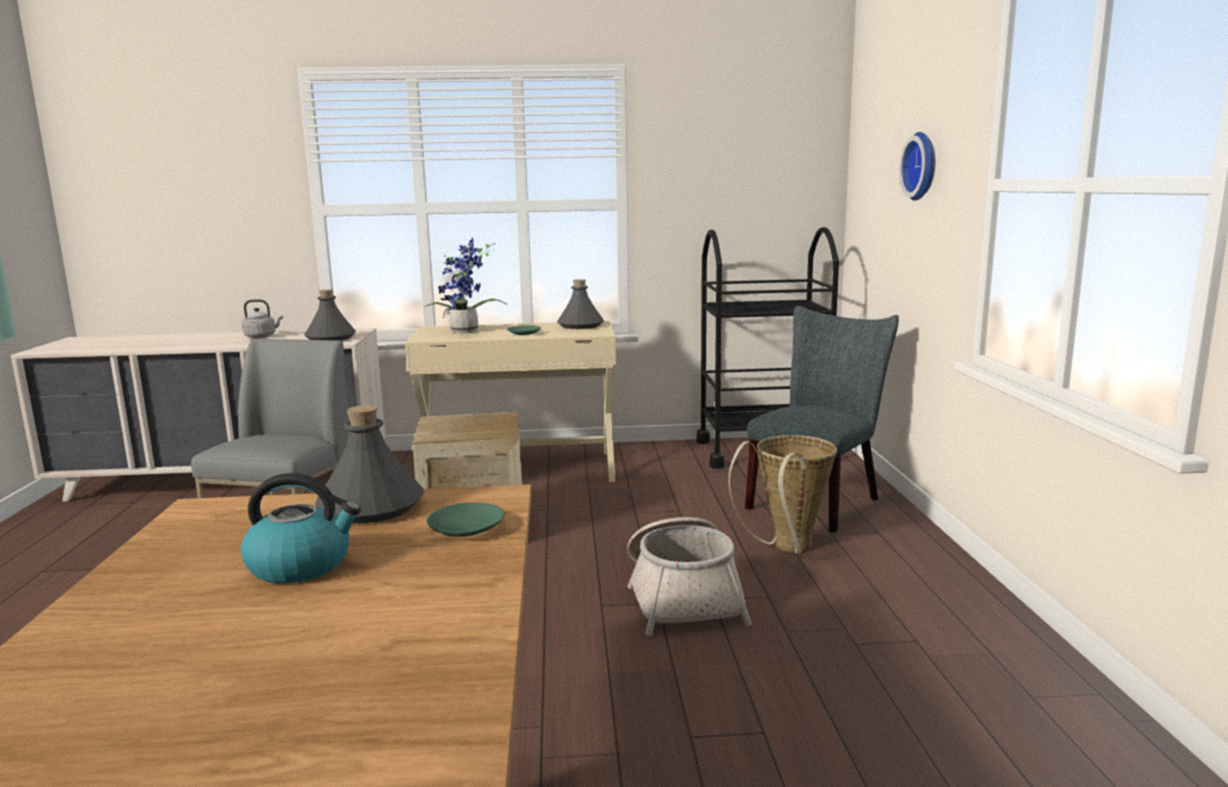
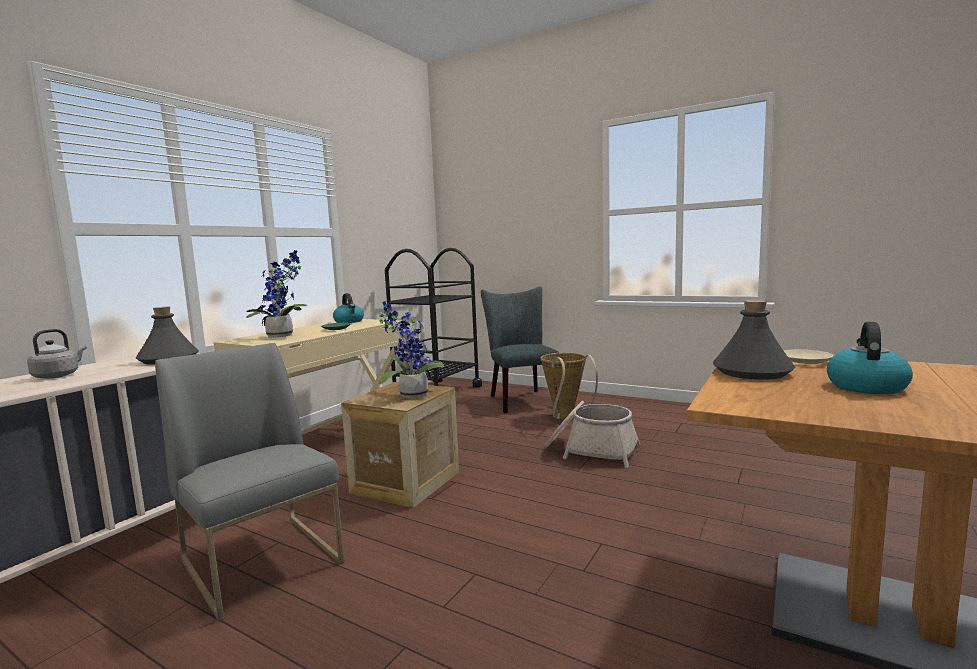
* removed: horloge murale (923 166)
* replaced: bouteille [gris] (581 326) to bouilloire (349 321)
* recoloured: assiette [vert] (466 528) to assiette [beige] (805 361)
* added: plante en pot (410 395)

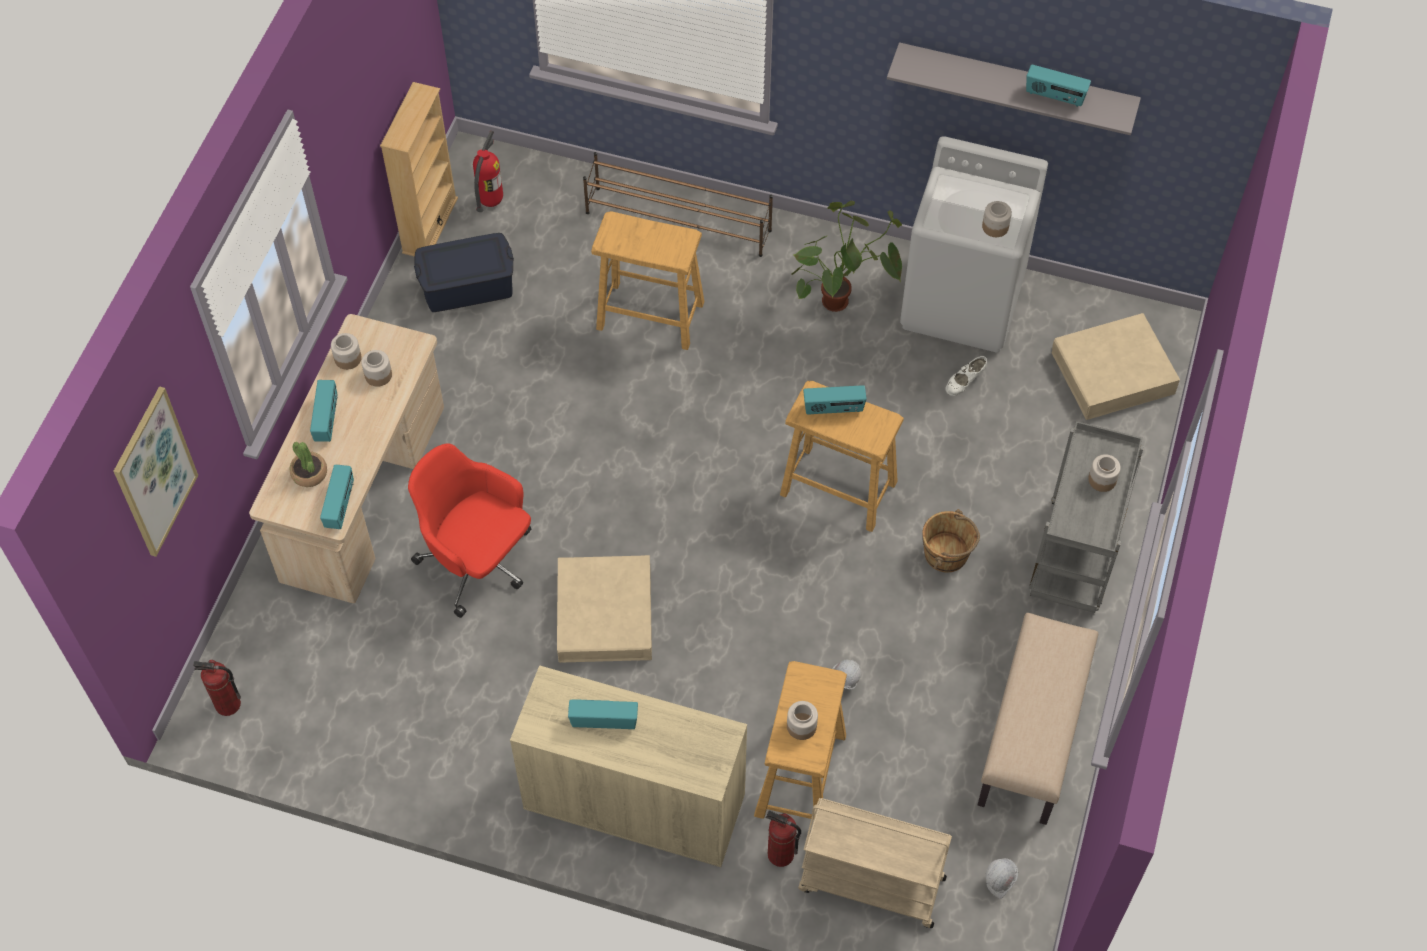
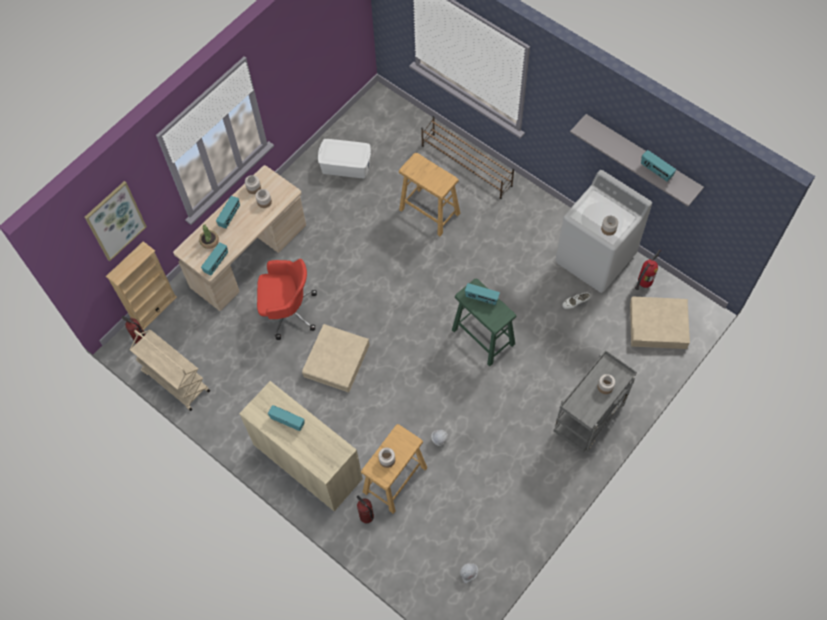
* moved: bibliothèque [beige] (430 225) to (154 309)
* moved: extincteur (490 201) to (644 283)
* removed: plante en pot (841 292)
* recoloured: boîte de rangement [bleu] (467 286) to boîte de rangement [blanc] (345 165)
* recoloured: tabouret [beige] (839 488) to tabouret [vert] (483 337)
* turned: chaise de bureau [rouge] (478 562) = (287 311) 120 degrees clockwise
* removed: seau [marron] (947 554)
* removed: banc [beige] (1033 735)
* moved: chariot [beige] (870 884) to (175 381)

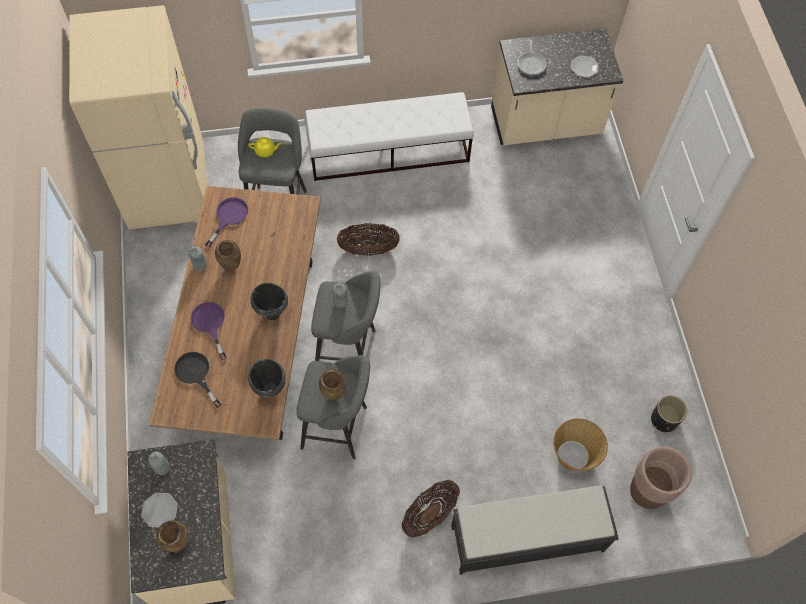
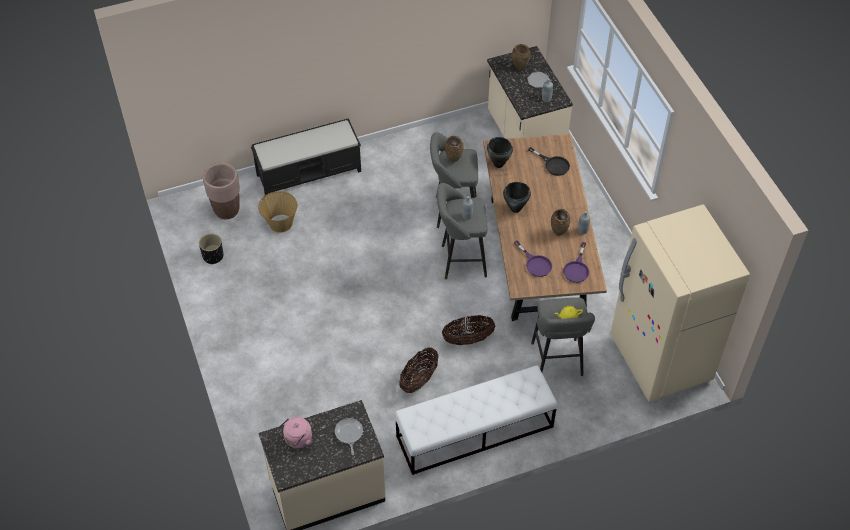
* replaced: assiette (584 67) to bouilloire [rose] (297 440)
* moved: poêle [violet] (210 324) to (535 263)
* moved: panier (429 514) to (419 379)

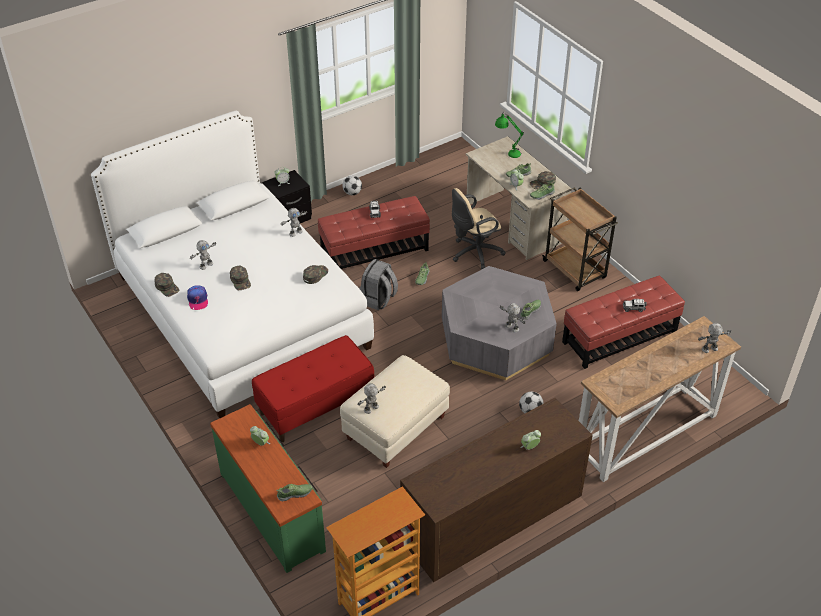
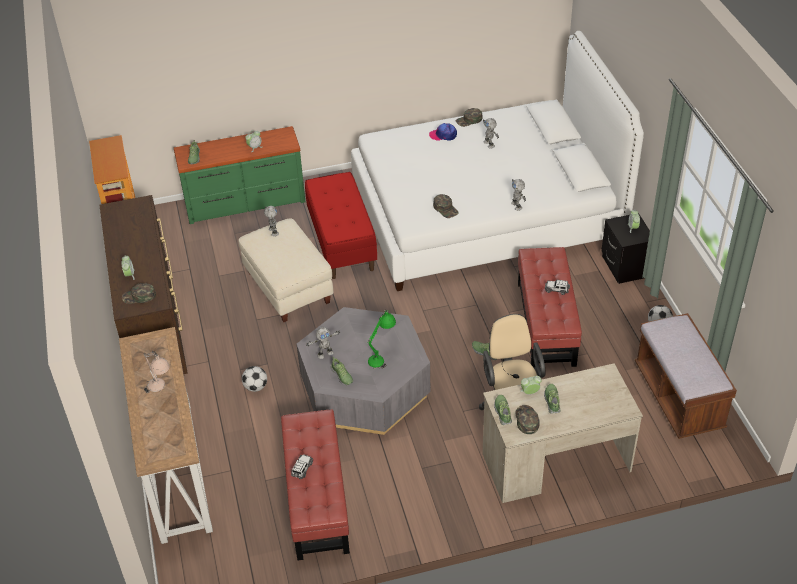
* moved: lampe de table [vert] (507 152) to (382 356)
* removed: chariot [marron] (575 270)
* removed: sac à dos [gris] (378 299)
* moved: casquette [vert] (240 280) to (139 297)
* removed: robot jouet (710 350)
* added: banc [marron] (678 397)
* added: lampe de table [beige] (160 391)

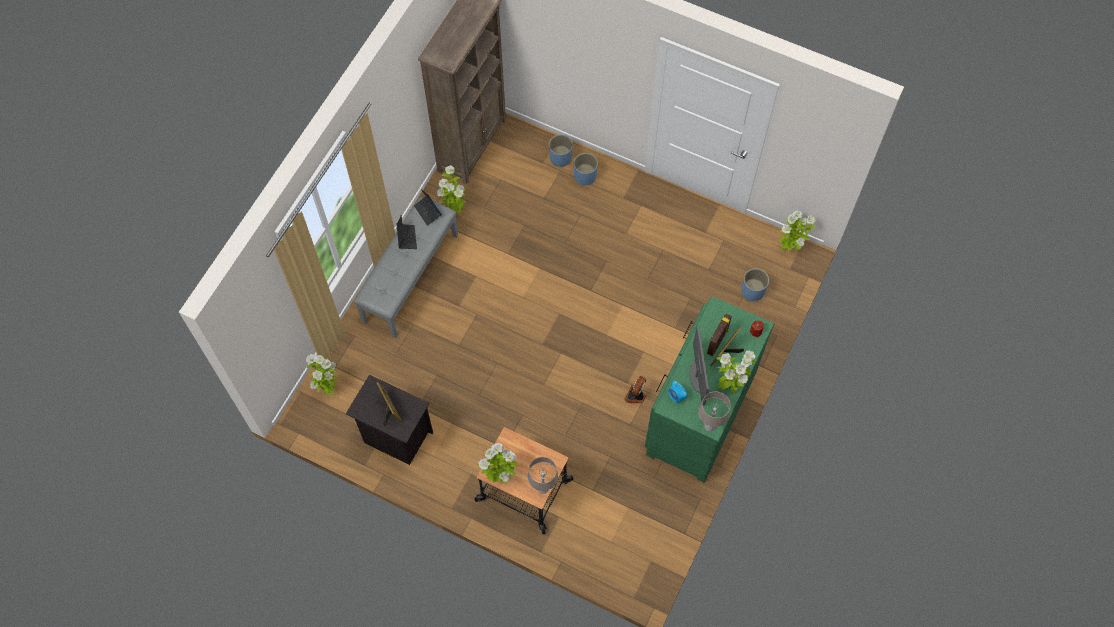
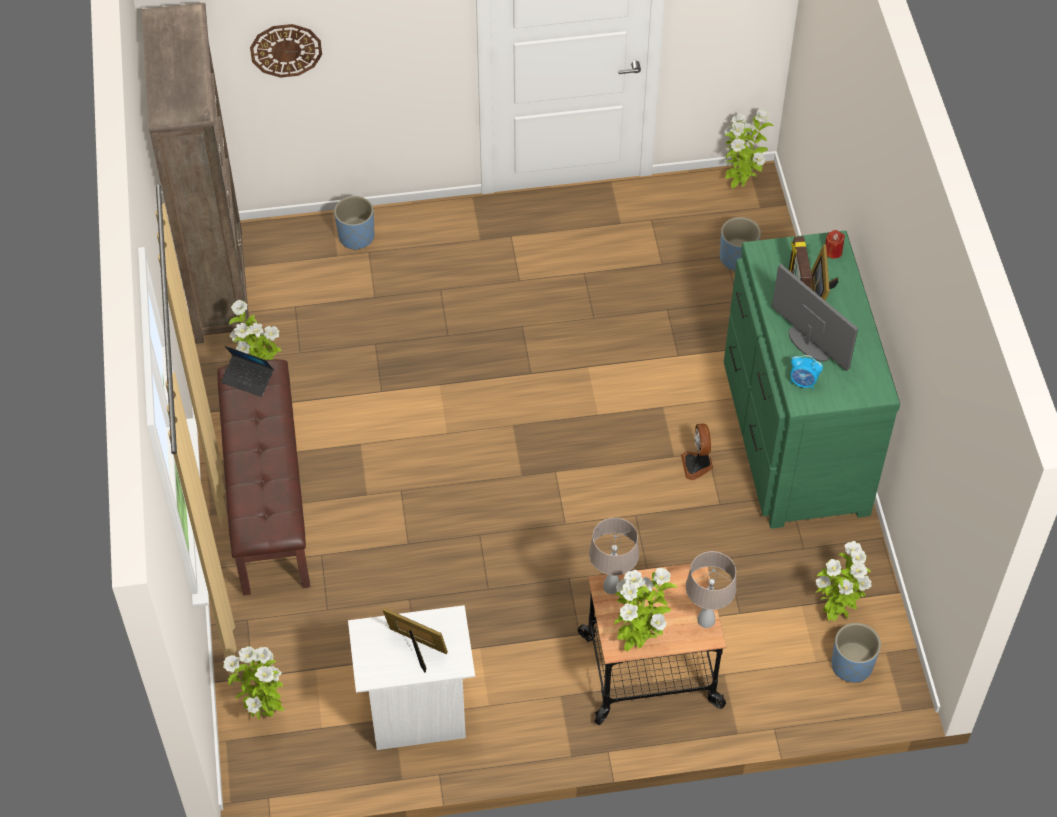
* moved: cache-pot [bleu] (585 176) to (851 665)
* recoloured: banc [gris] (410 277) to banc [marron] (267 498)
* removed: ordinateur portable (406 238)
* moved: plante en pot (730 386) to (835 612)
* recoloured: table de chevet [noir] (396 437) to table de chevet [blanc] (416 714)
* moved: lampe de table [beige] (709 426) to (612 587)
* added: horloge murale (286 49)

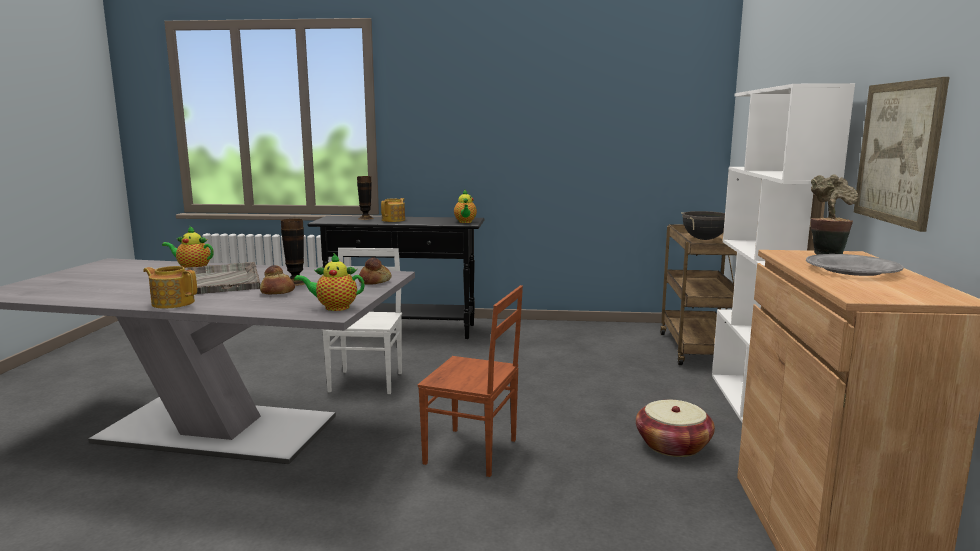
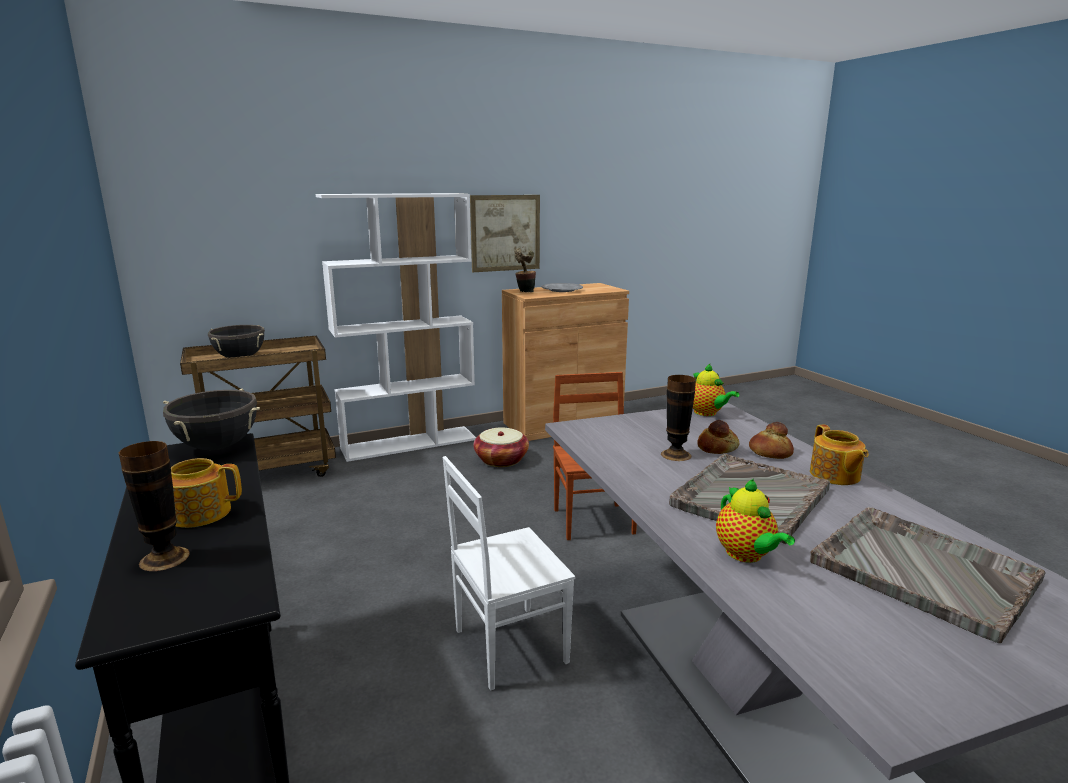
* replaced: théière (465 222) to marmite [noir] (217 447)
* moved: pain (375 281) to (769 453)
* added: plateau [gris] (920 570)

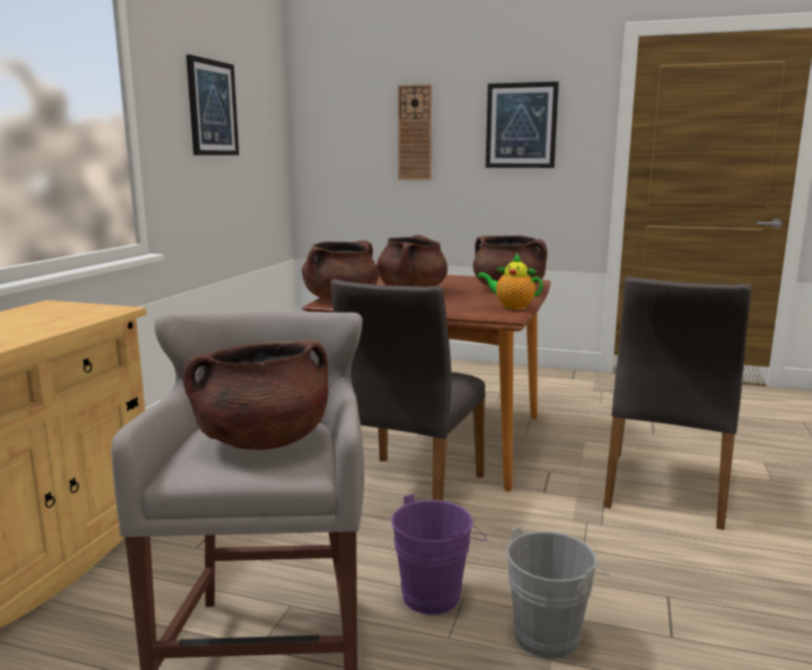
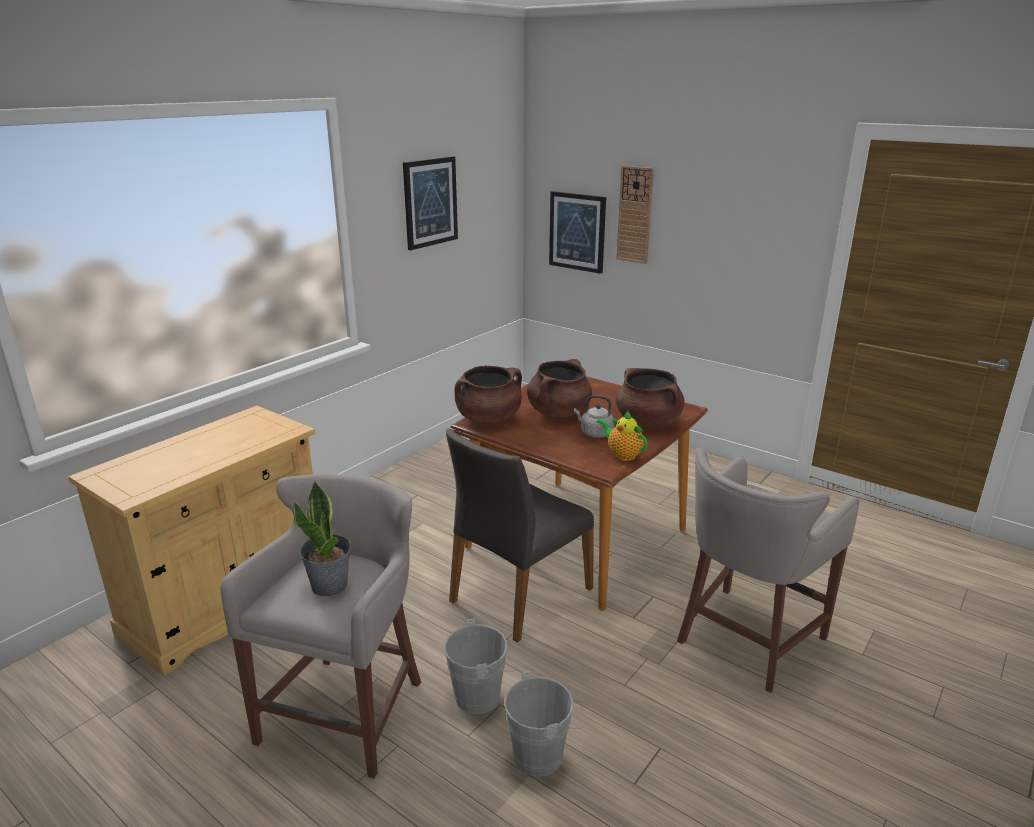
* moved: tableau (521 125) to (577 231)
* replaced: chaise [gris] (666 489) to tabouret [gris] (746 640)
* replaced: marmite [marron] (263 441) to plante en pot (330 585)
* recoloured: seau [violet] (437 594) to seau [gris] (482 696)
* added: bouilloire [gris] (594 433)

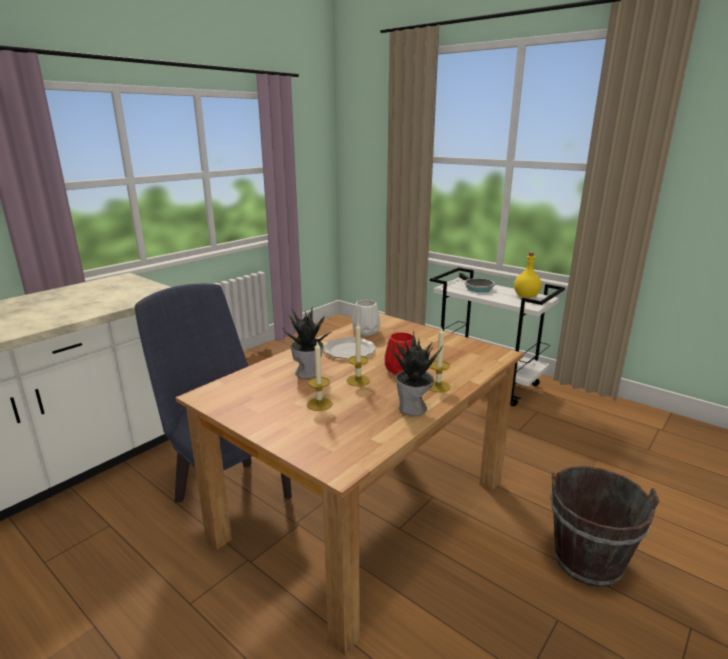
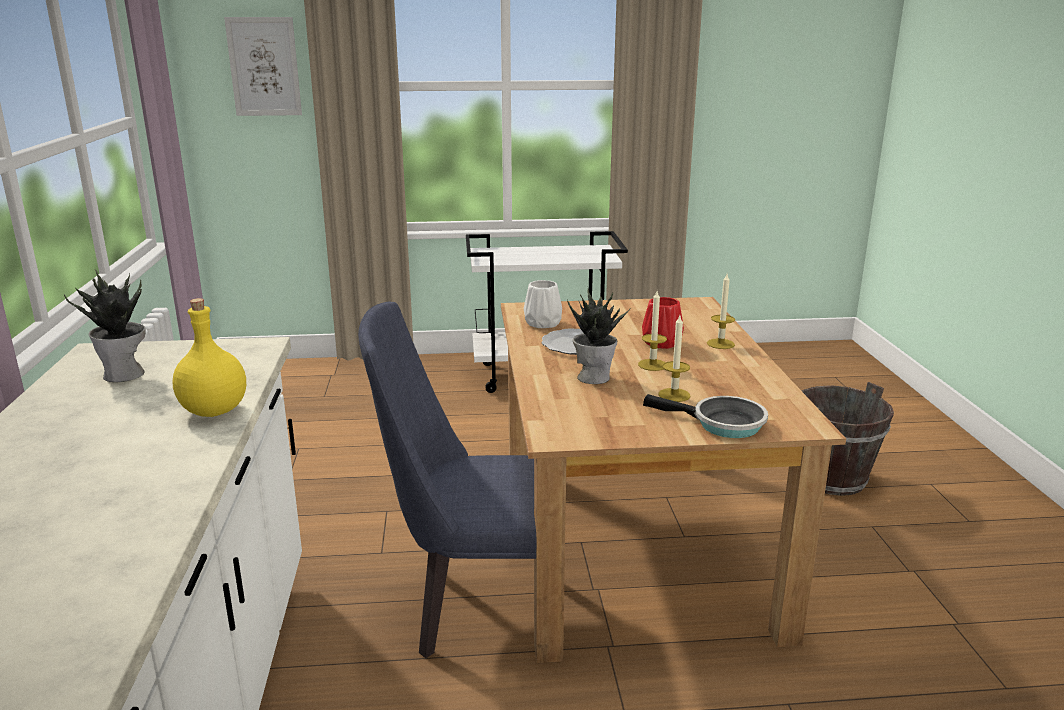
* moved: bouteille [jaune] (525 296) to (213 411)
* moved: poêle (477 287) to (722 424)
* moved: plante en pot (413 408) to (126 374)
* added: tableau (264 67)

